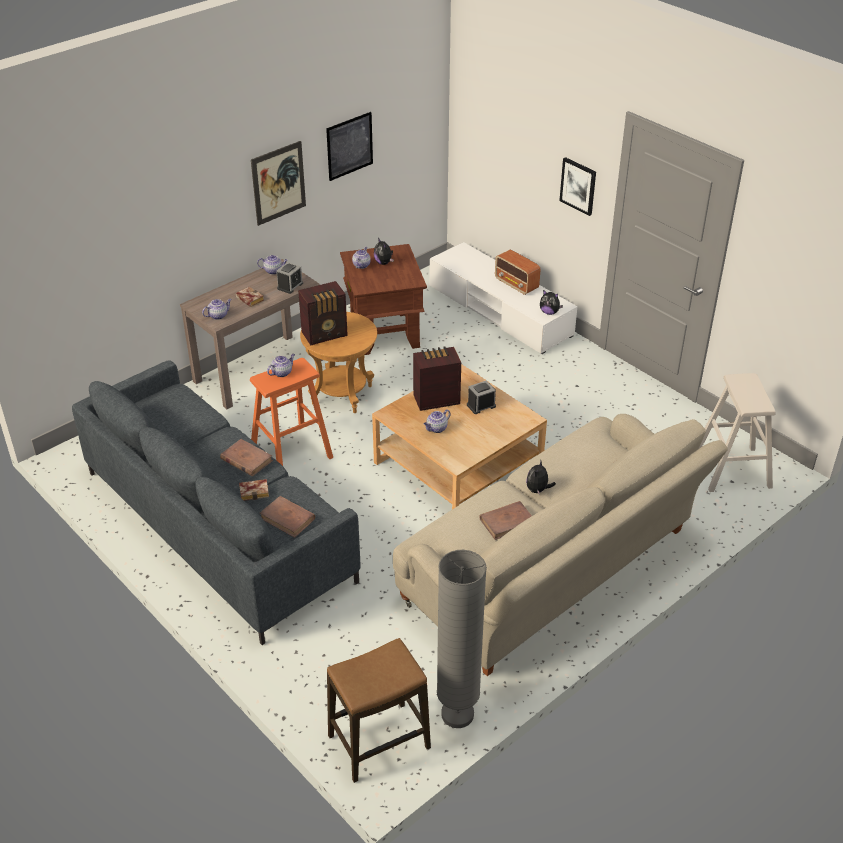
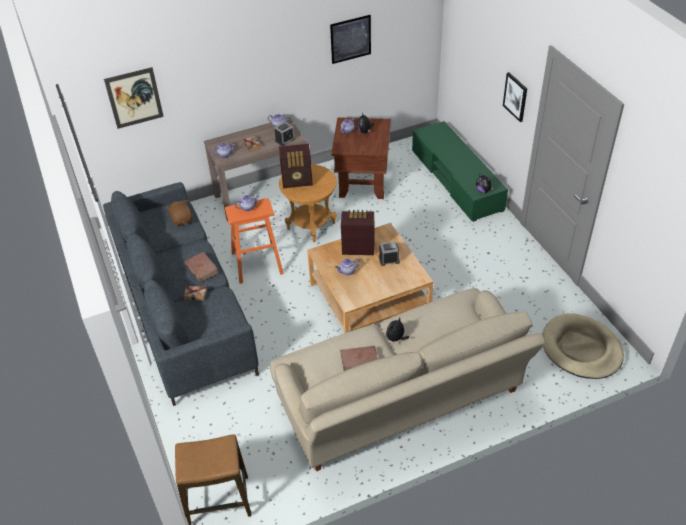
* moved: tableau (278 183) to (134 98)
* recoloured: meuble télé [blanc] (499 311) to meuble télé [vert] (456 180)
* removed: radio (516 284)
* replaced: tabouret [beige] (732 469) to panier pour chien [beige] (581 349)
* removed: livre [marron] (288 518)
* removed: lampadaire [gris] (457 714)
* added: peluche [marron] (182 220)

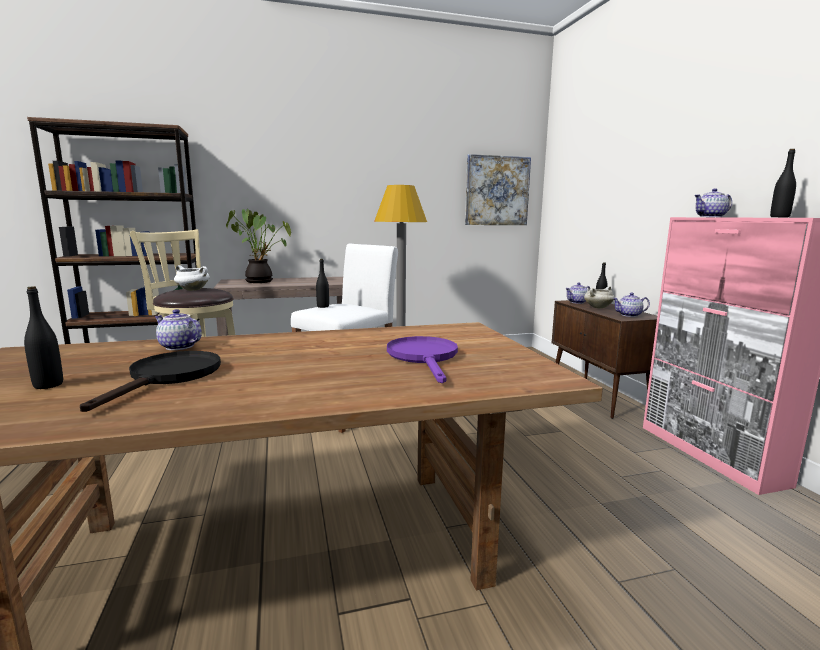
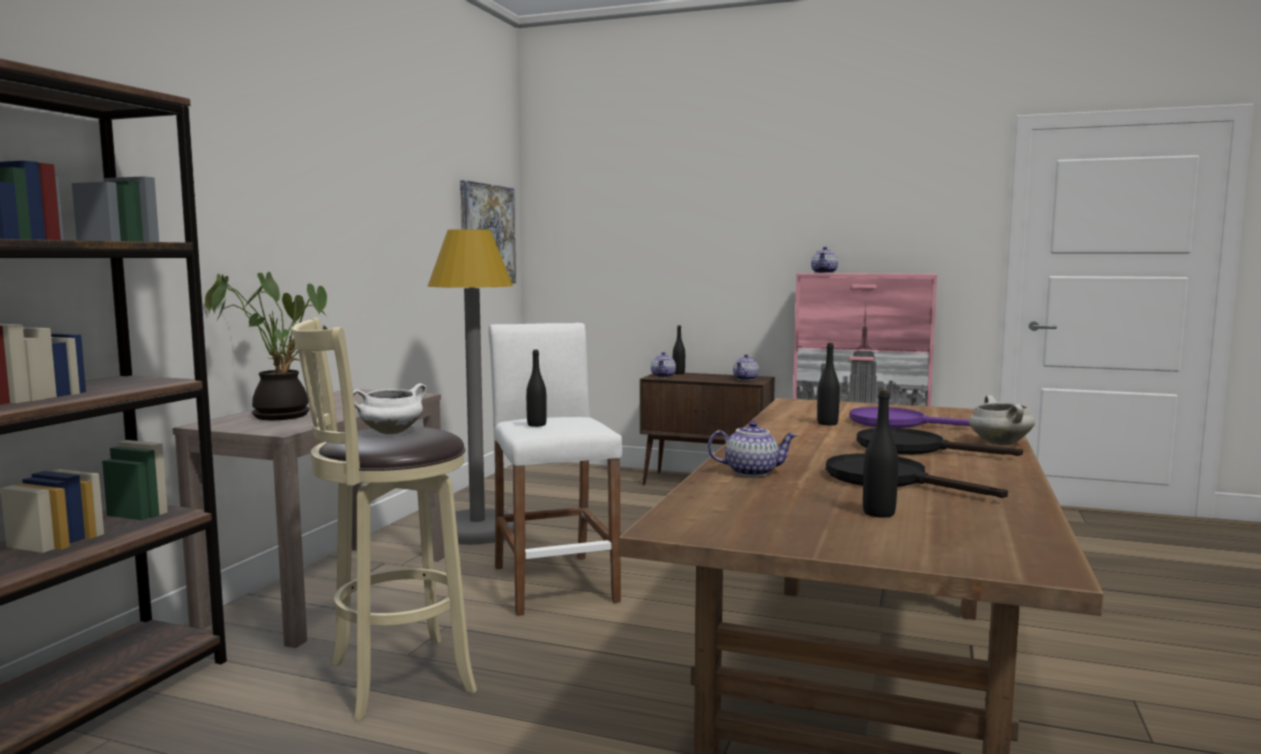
* moved: bouteille [noir] (779 217) to (827 423)
* moved: marmite [blanc] (598 307) to (998 443)
* turned: théière (178 347) = (752 472) 150 degrees counterclockwise
* added: poêle [noir] (913 448)

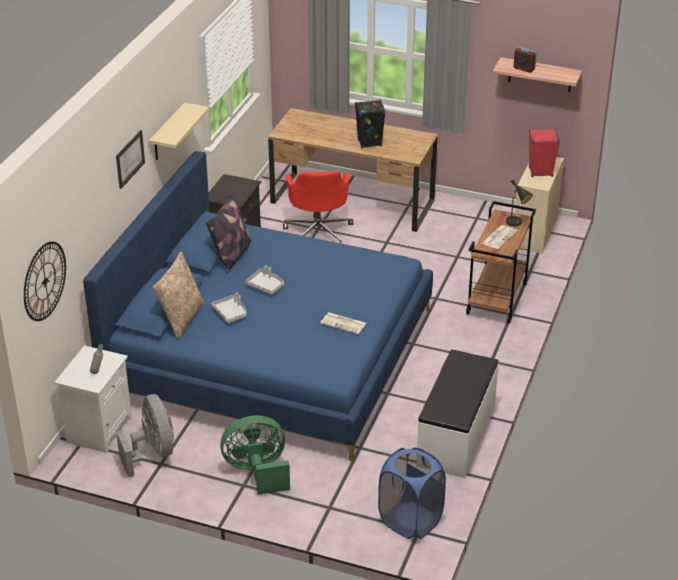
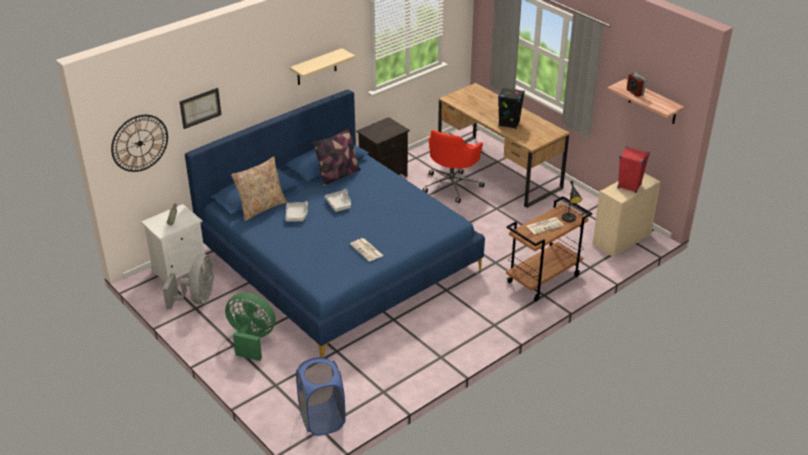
* moved: tableau (129 159) to (200 108)
* removed: banc [blanc] (457 435)

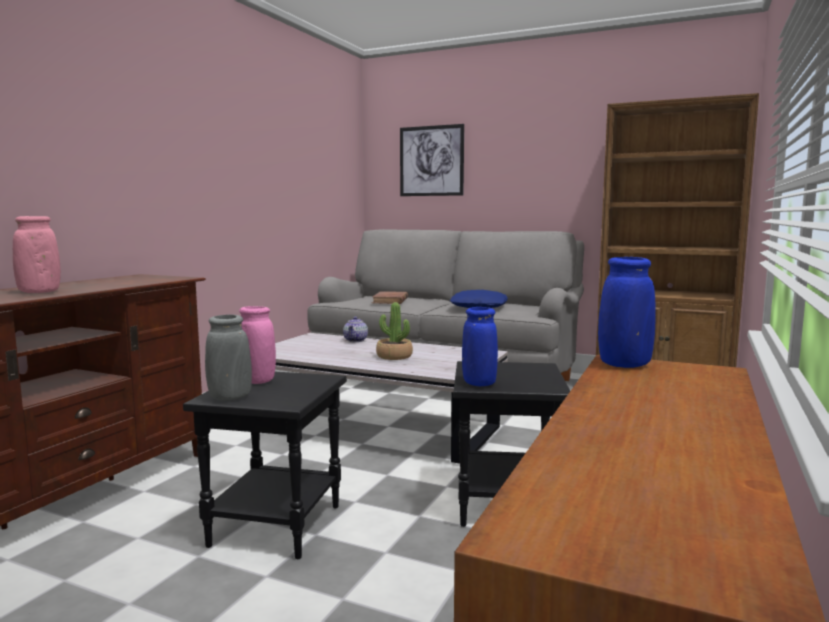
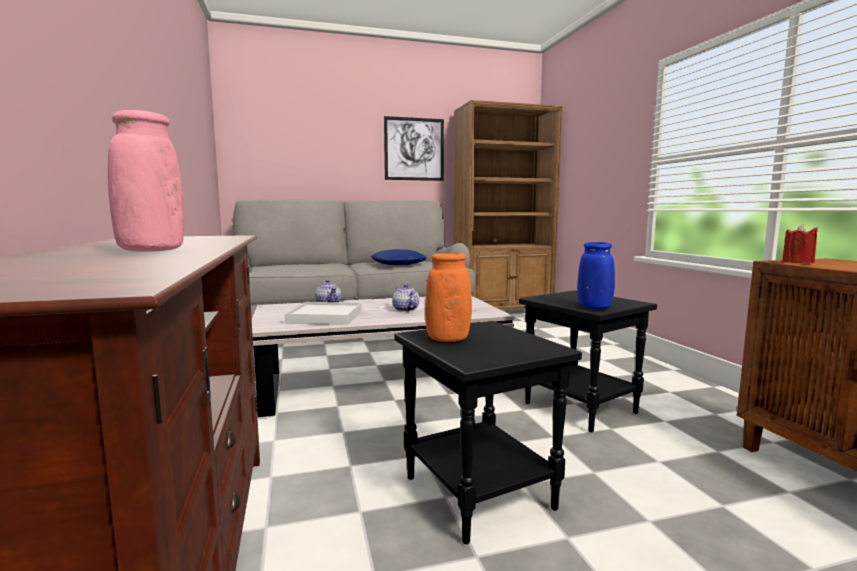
* moved: tableau (431 161) to (414 149)
* replaced: vase [bleu] (624 365) to bougie [rouge] (798 262)
* removed: livre [marron] (390 301)
* replaced: plante en pot (394 356) to théière (405 310)
* recoloured: vase [rose] (257 381) to vase [orange] (448 339)
* removed: vase [gris] (230 398)
* added: plateau [blanc] (325 317)

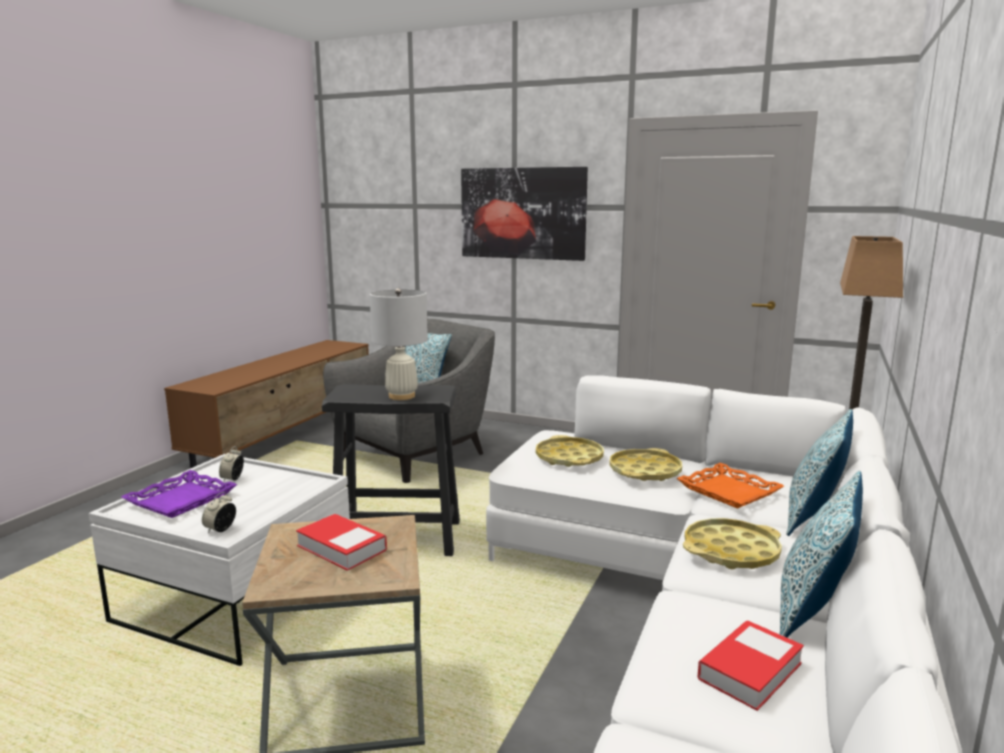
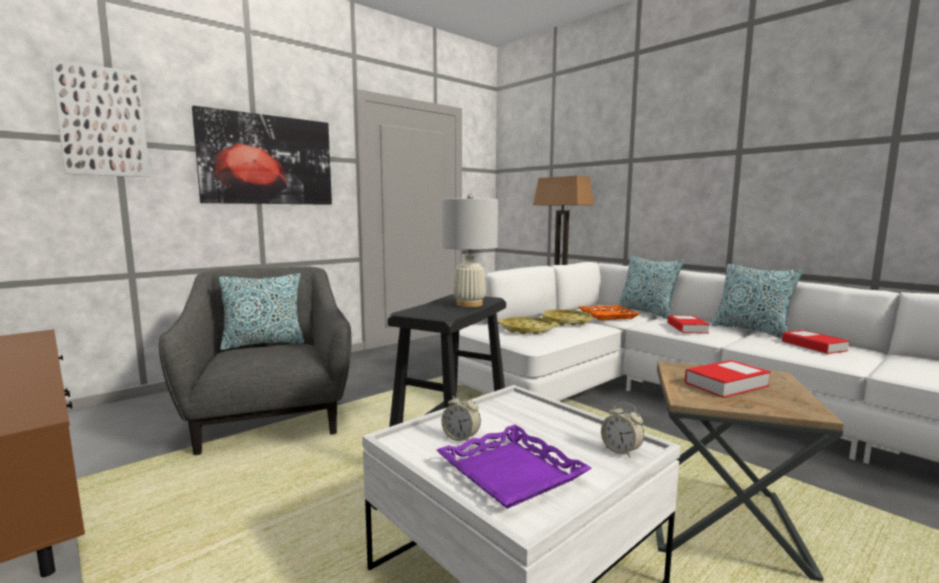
* replaced: plateau [jaune] (731 551) to livre (687 328)
* added: tableau (102 122)

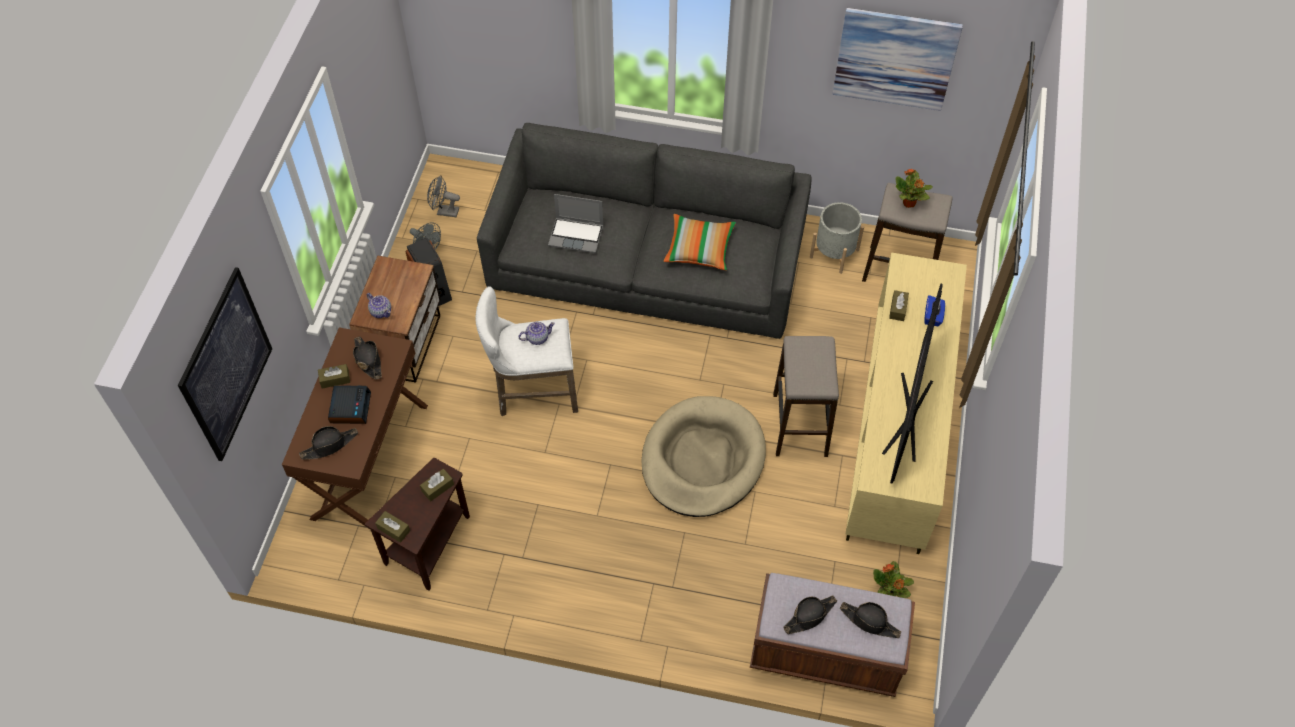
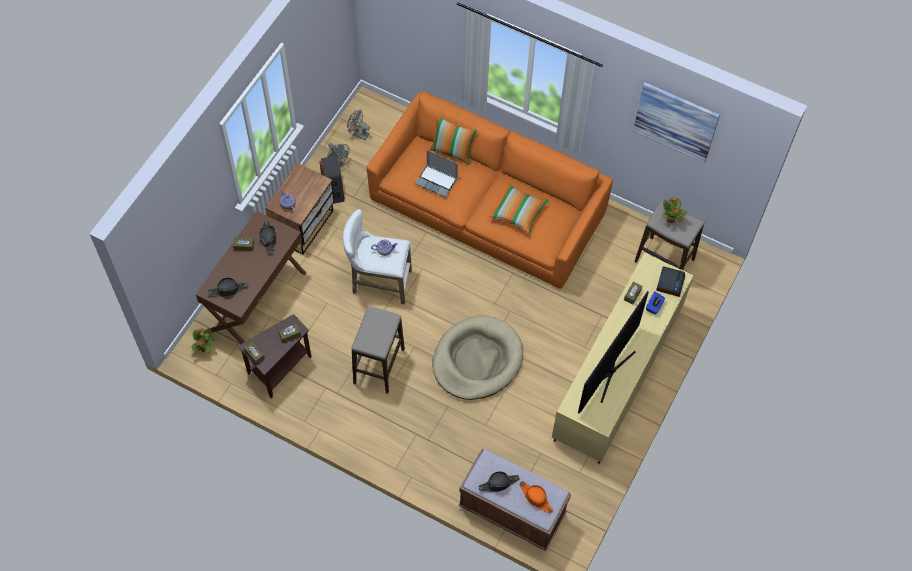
* recoloured: canapé [gris] (647 260) to canapé [orange] (487 207)
* removed: cache-pot [gris] (834 253)
* removed: tableau (226 365)
* moved: tabouret (800 425) to (379 366)
* moved: réveil (350 407) to (670 283)
* moved: plante en pot (888 593) to (205 349)
* recoloured: chapeau [noir] (870 622) to chapeau [orange] (536 498)
* added: coussin (452 151)

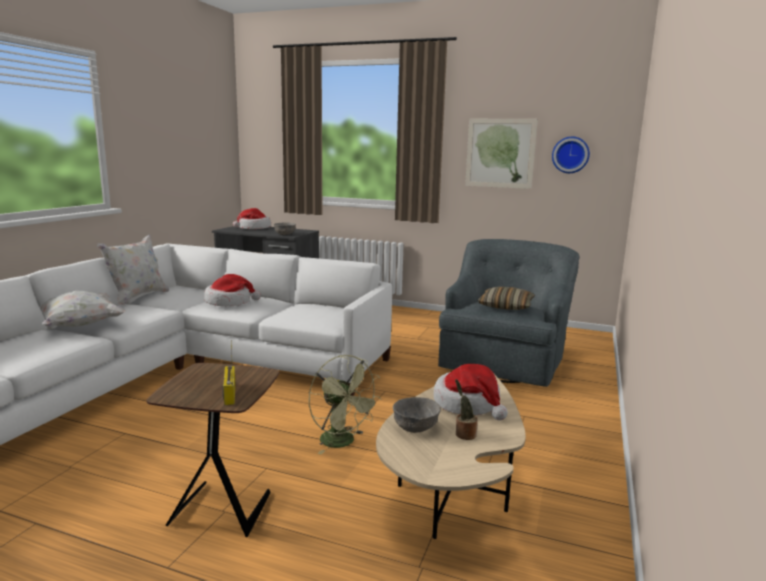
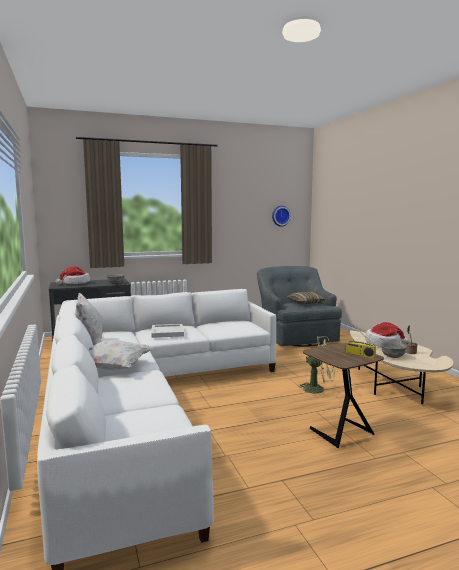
* removed: tableau (500 153)
* replaced: chapeau (229 302) to plateau [blanc] (167 332)

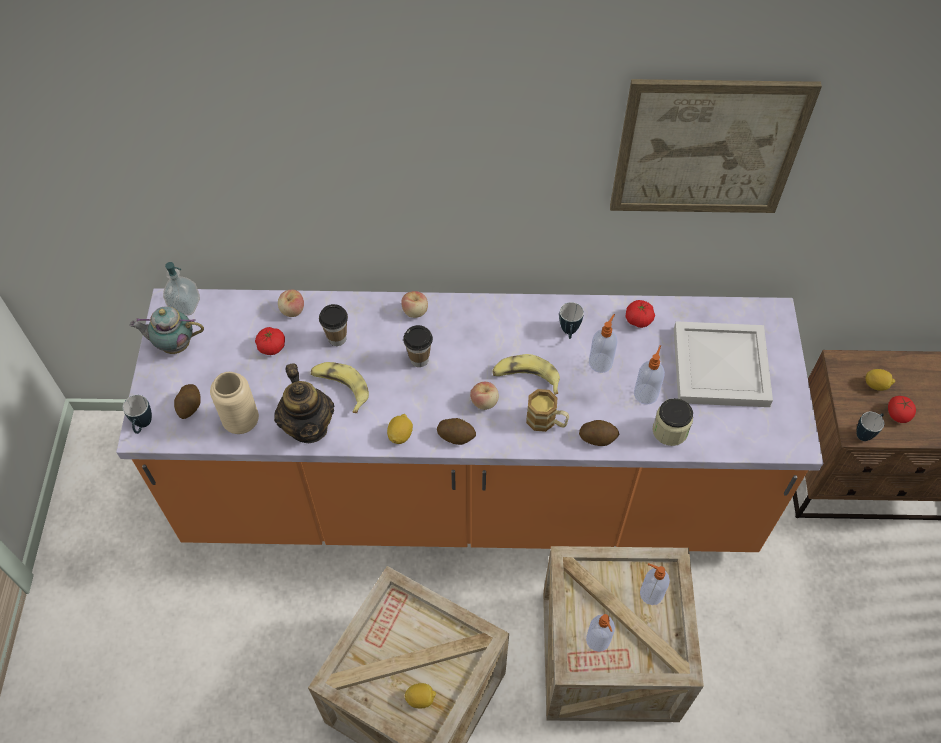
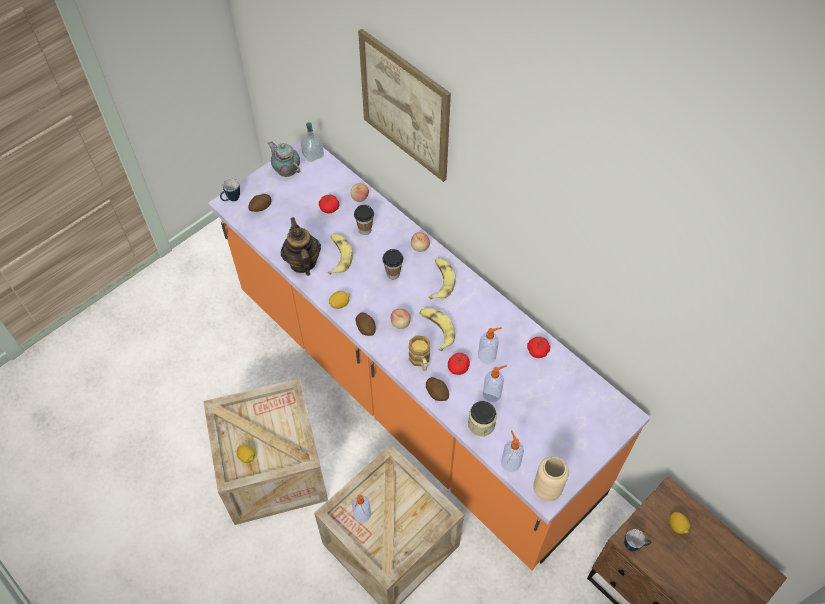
* moved: tableau (707 148) to (405 106)
* removed: mug (569 333)
* removed: plateau [blanc] (718 365)
* turned: théière (308 426) = (302 262) 135 degrees clockwise
* moved: vase [beige] (241 421) to (547 489)
* moved: tomate (898 414) to (458 367)
* moved: distributeur de savon (650 593) to (510 462)
* added: banane (441 281)

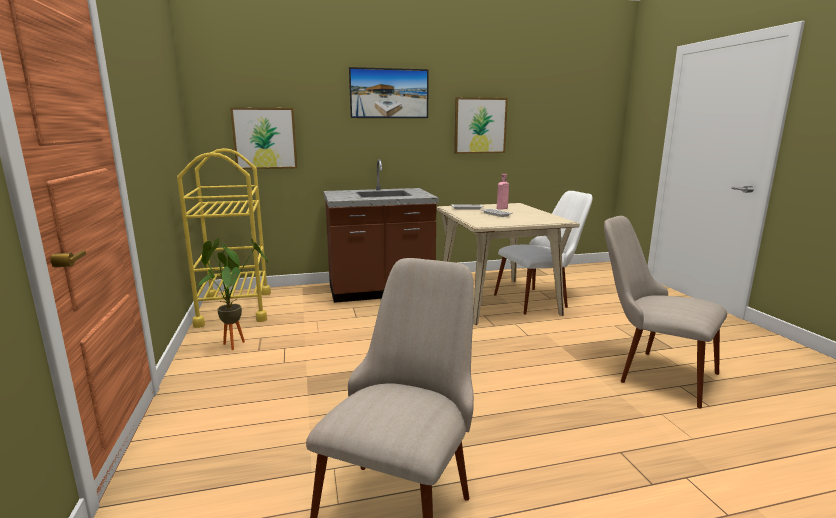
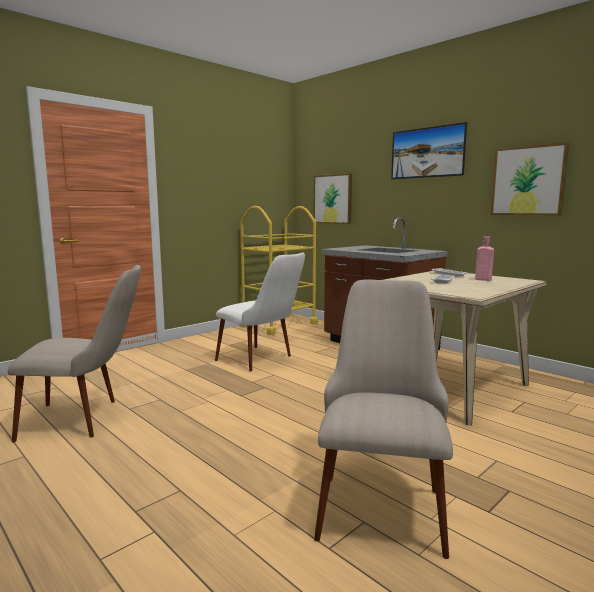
* moved: chaise [blanc] (540 299) to (262 360)
* removed: plante en pot (235 343)

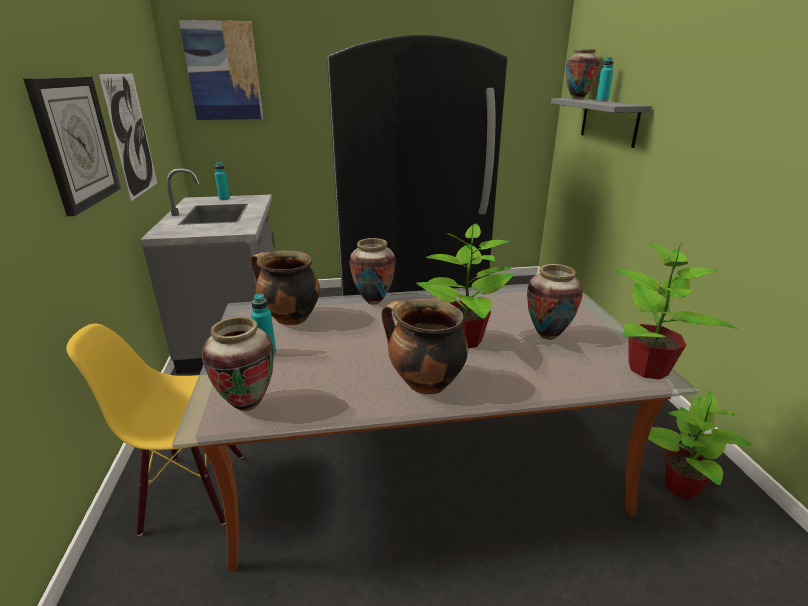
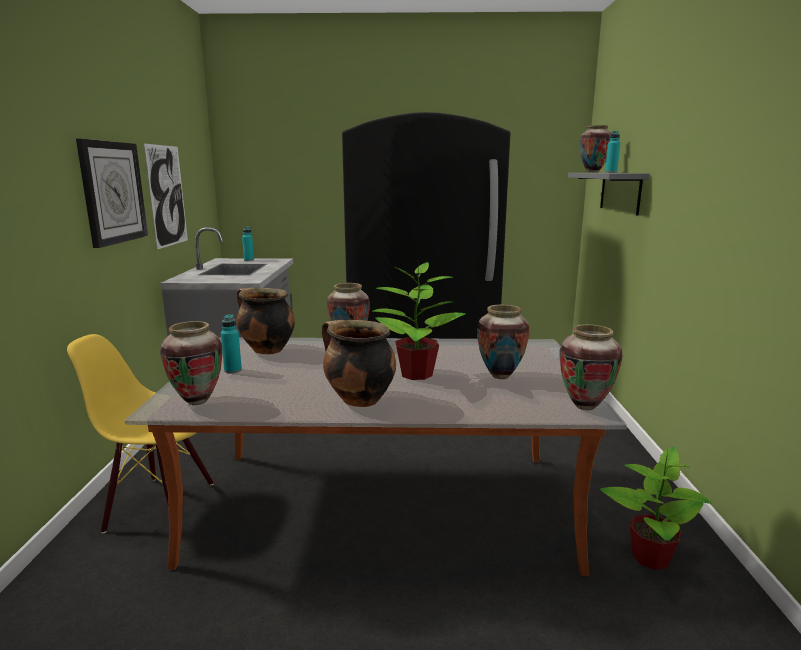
* removed: tableau (223 72)
* replaced: plante en pot (648 369) to vase (585 406)

